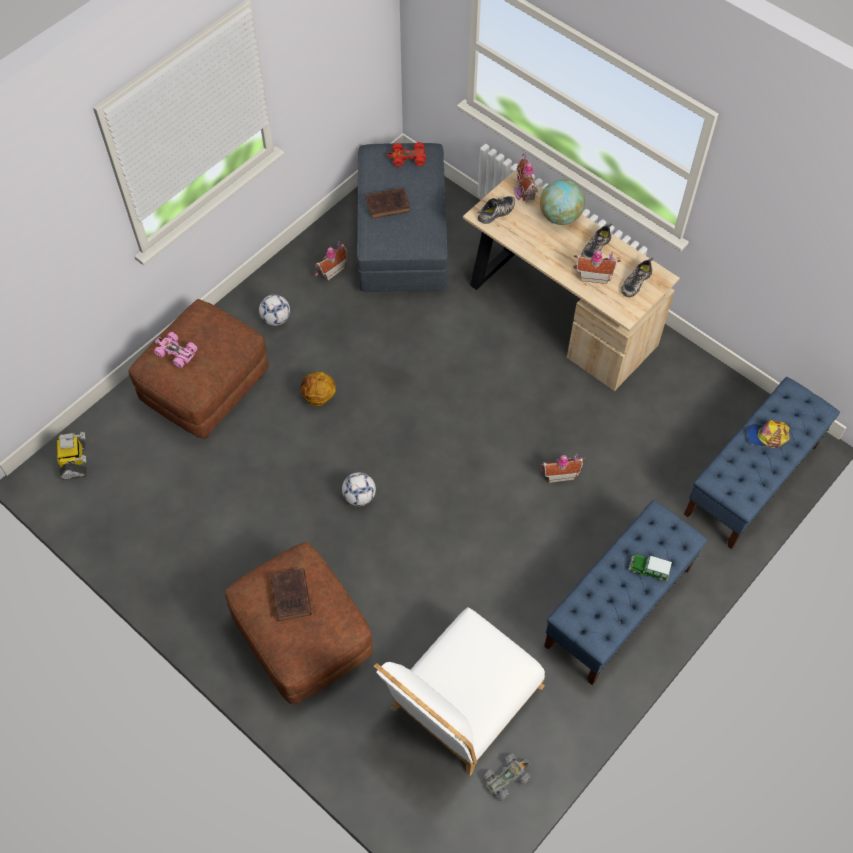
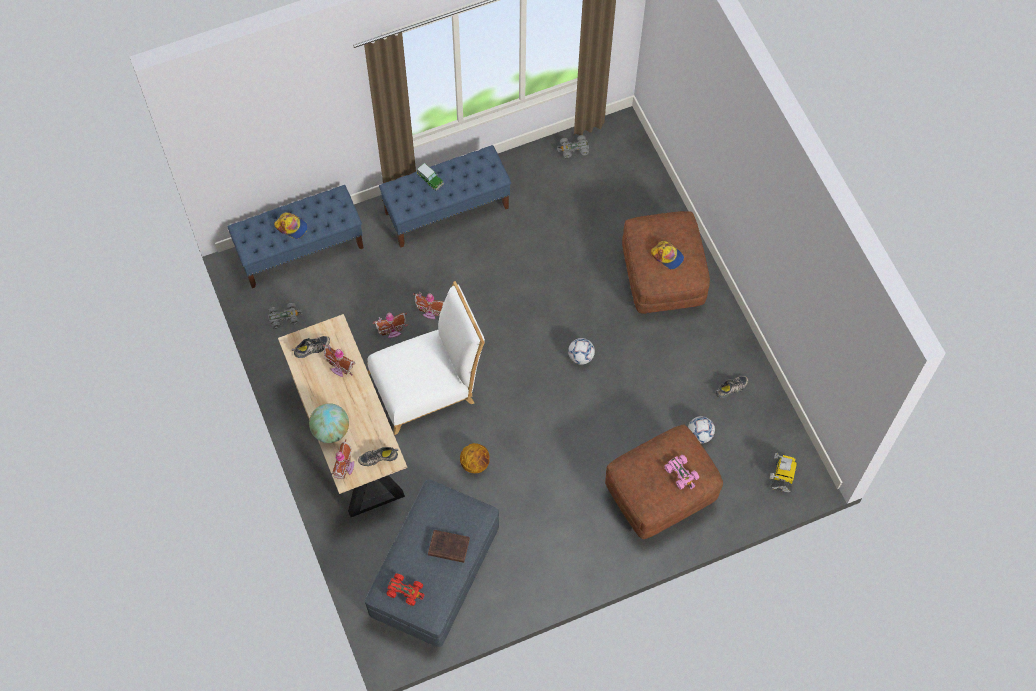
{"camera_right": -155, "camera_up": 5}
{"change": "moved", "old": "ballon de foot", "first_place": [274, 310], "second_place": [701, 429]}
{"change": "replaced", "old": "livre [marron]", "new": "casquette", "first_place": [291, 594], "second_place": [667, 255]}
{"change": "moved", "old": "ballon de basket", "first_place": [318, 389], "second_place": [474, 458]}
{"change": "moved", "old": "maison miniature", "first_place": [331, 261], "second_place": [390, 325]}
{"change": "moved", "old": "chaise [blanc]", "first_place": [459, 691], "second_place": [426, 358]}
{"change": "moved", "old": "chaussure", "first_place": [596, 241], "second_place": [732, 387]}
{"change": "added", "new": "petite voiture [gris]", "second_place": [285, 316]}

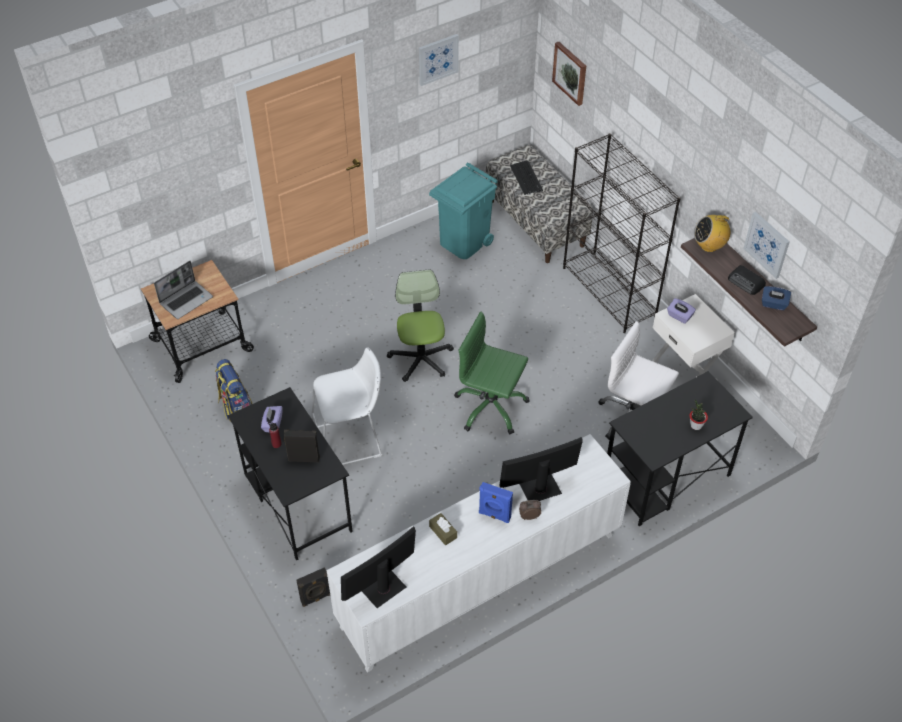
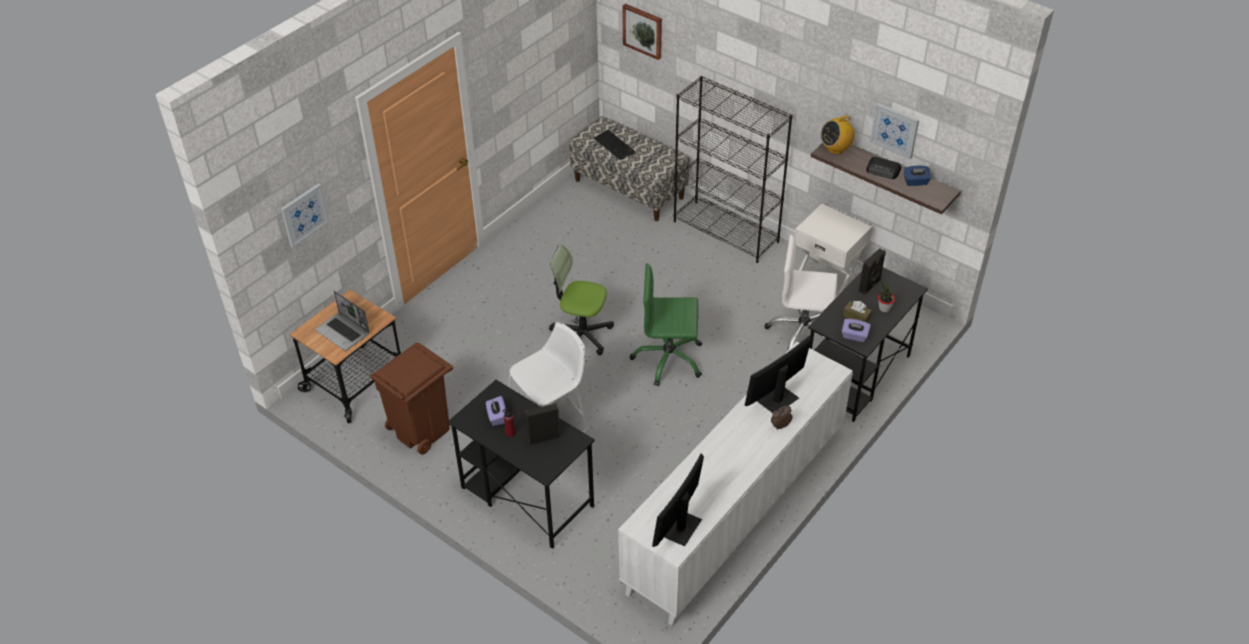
{"camera_right": -20, "camera_up": -5}
{"change": "turned", "old": "ordinateur portable", "first_place": [183, 290], "second_place": [342, 321], "degrees": 105}
{"change": "replaced", "old": "sac à dos", "new": "poubelle [marron]", "first_place": [233, 390], "second_place": [411, 399]}
{"change": "moved", "old": "enceinte [noir]", "first_place": [313, 587], "second_place": [872, 271]}
{"change": "turned", "old": "chaise de bureau", "first_place": [420, 326], "second_place": [581, 299], "degrees": -45}
{"change": "moved", "old": "tableau", "first_place": [439, 60], "second_place": [305, 215]}
{"change": "removed", "old": "poubelle [turquoise]", "first_place": [463, 211]}
{"change": "moved", "old": "boîte à mouchoirs [marron]", "first_place": [443, 529], "second_place": [857, 311]}
{"change": "removed", "old": "enceinte [bleu]", "first_place": [496, 502]}
{"change": "moved", "old": "boîte à mouchoirs [violet]", "first_place": [681, 311], "second_place": [856, 330]}

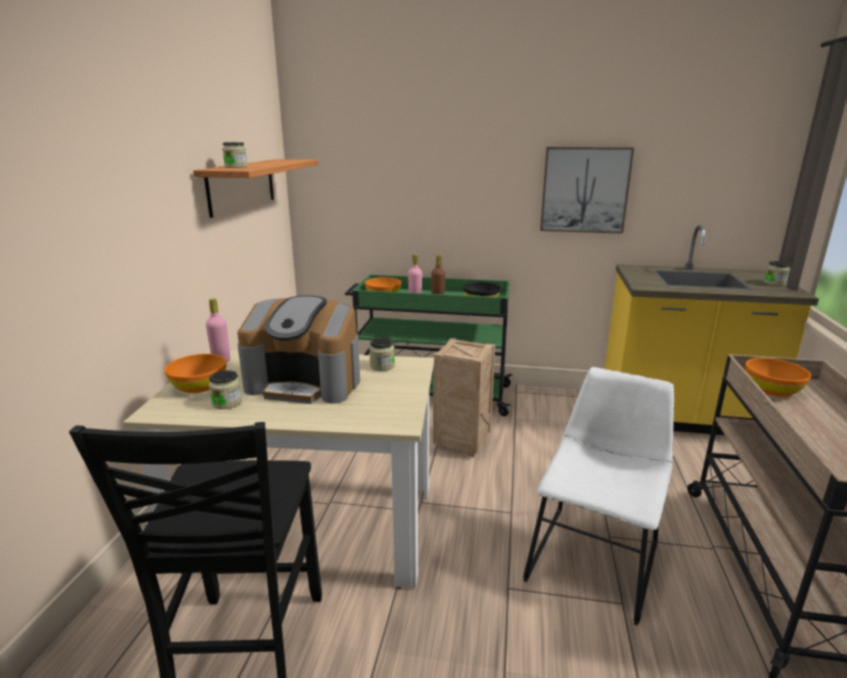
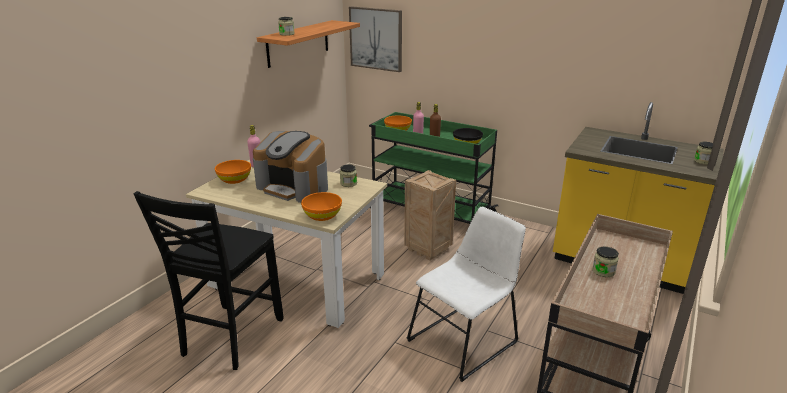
{"camera_right": 20, "camera_up": 5}
{"change": "moved", "old": "bocal", "first_place": [225, 389], "second_place": [605, 262]}
{"change": "moved", "old": "tableau", "first_place": [587, 190], "second_place": [375, 39]}
{"change": "moved", "old": "bol [orange]", "first_place": [778, 377], "second_place": [321, 206]}

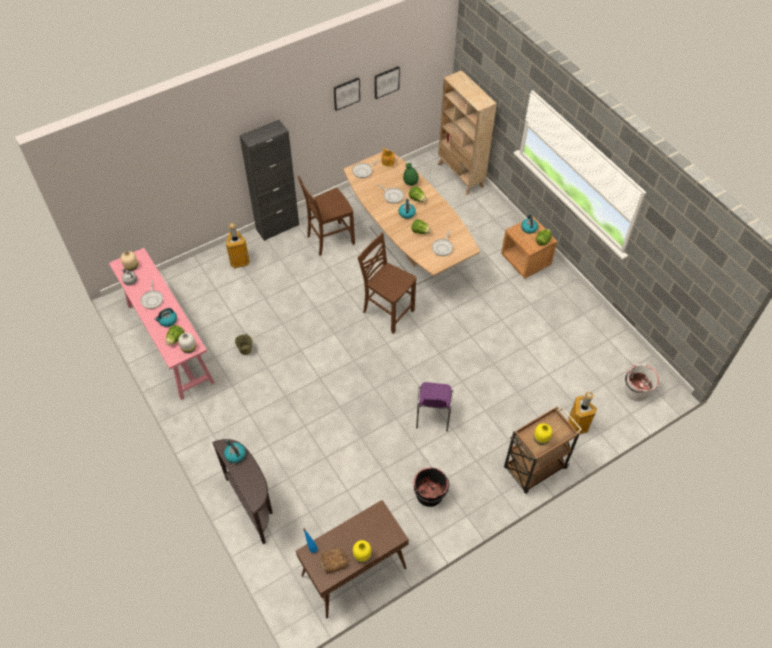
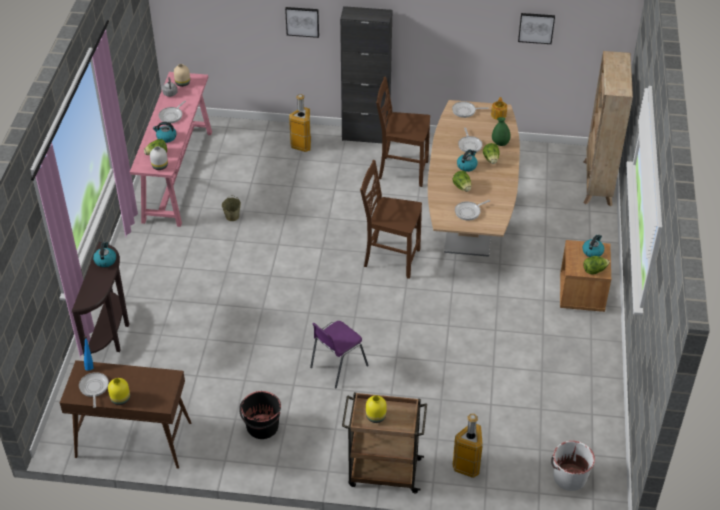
{"camera_right": 40, "camera_up": -10}
{"change": "replaced", "old": "pain", "new": "poêle", "first_place": [335, 560], "second_place": [94, 390]}
{"change": "moved", "old": "tableau", "first_place": [347, 94], "second_place": [302, 22]}
{"change": "turned", "old": "chaise [marron]", "first_place": [387, 283], "second_place": [391, 219], "degrees": -60}

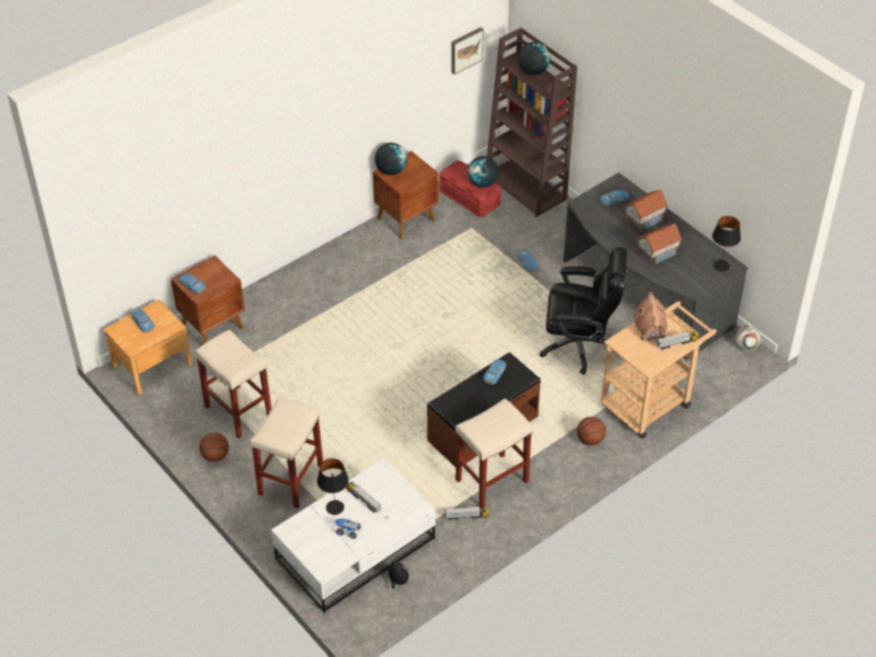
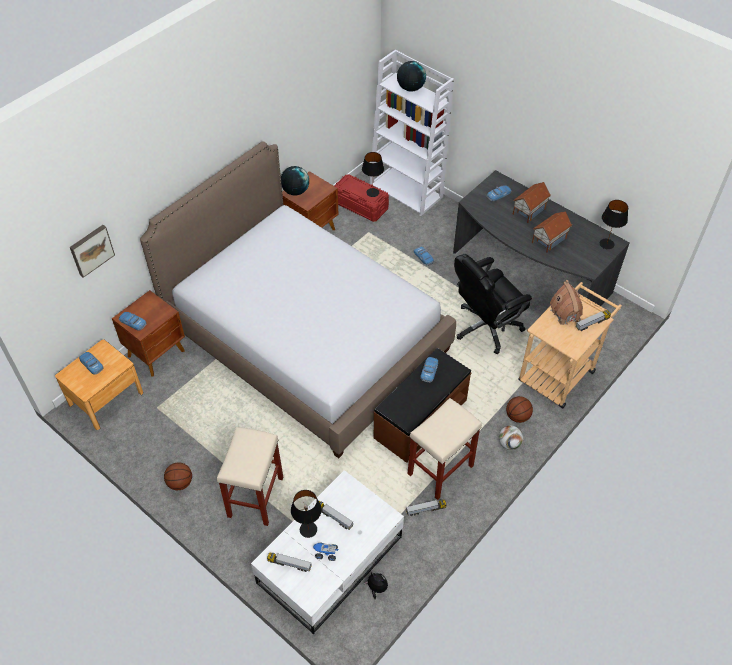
{"camera_right": -10, "camera_up": 5}
{"change": "removed", "old": "tabouret [beige]", "first_place": [233, 384]}
{"change": "moved", "old": "tableau", "first_place": [467, 51], "second_place": [92, 251]}
{"change": "replaced", "old": "globe", "new": "lampe de table [noir]", "first_place": [483, 172], "second_place": [373, 174]}
{"change": "recoloured", "old": "bibliothèque [marron]", "new": "bibliothèque [blanc]", "first_place": [532, 122], "second_place": [412, 133]}
{"change": "turned", "old": "chaise de bureau [noir]", "first_place": [583, 311], "second_place": [493, 304], "degrees": 150}
{"change": "moved", "old": "ballon de foot", "first_place": [748, 338], "second_place": [511, 437]}
{"change": "added", "new": "lit", "second_place": [298, 300]}
{"change": "added", "new": "camion jouet", "second_place": [289, 562]}

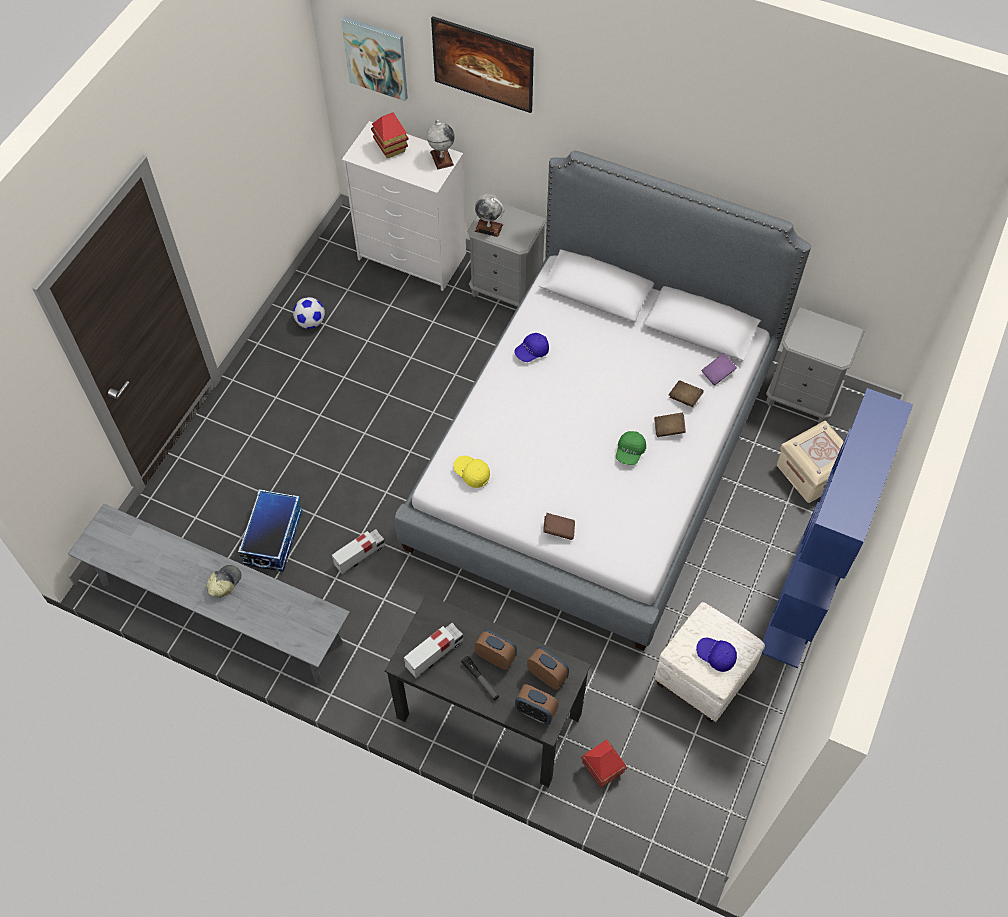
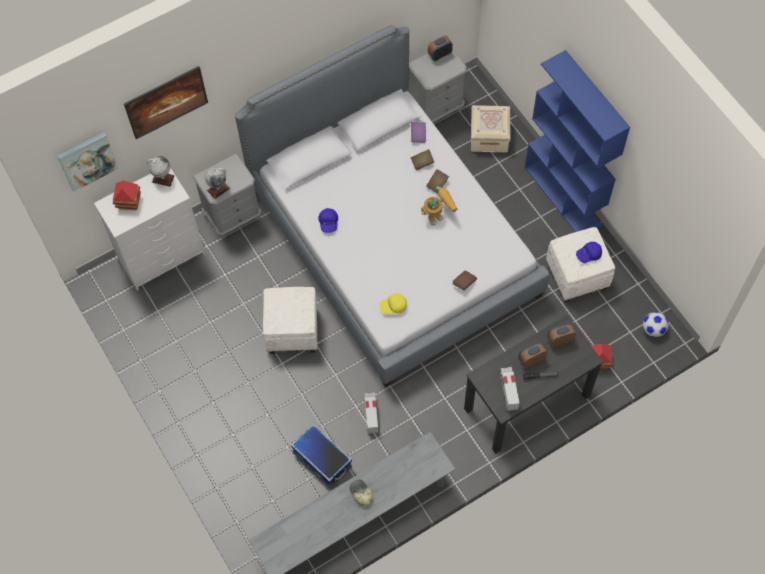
{"camera_right": -55, "camera_up": 5}
{"change": "moved", "old": "ballon de foot", "first_place": [309, 313], "second_place": [656, 324]}
{"change": "moved", "old": "réveil", "first_place": [536, 704], "second_place": [440, 48]}
{"change": "replaced", "old": "casquette [vert]", "new": "robot jouet", "first_place": [631, 448], "second_place": [439, 205]}
{"change": "added", "new": "pouf [blanc]", "second_place": [290, 320]}

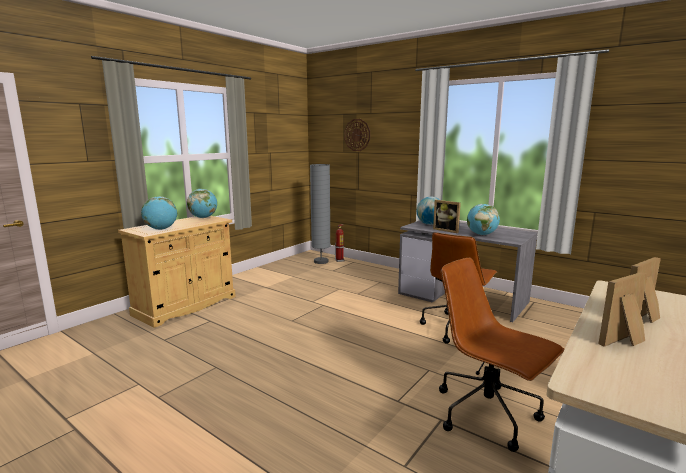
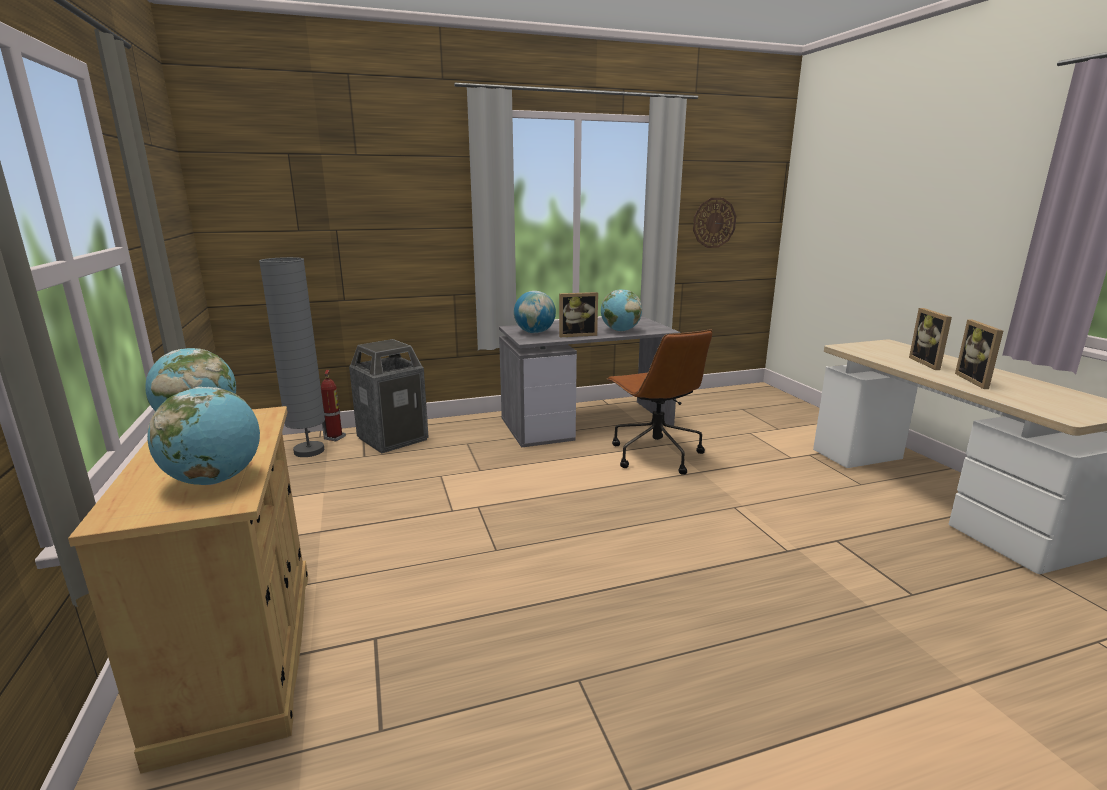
{"camera_right": -55, "camera_up": 5}
{"change": "moved", "old": "horloge murale", "first_place": [357, 135], "second_place": [714, 223]}
{"change": "removed", "old": "chaise de bureau [marron]", "first_place": [501, 355]}
{"change": "added", "new": "poubelle", "second_place": [389, 396]}

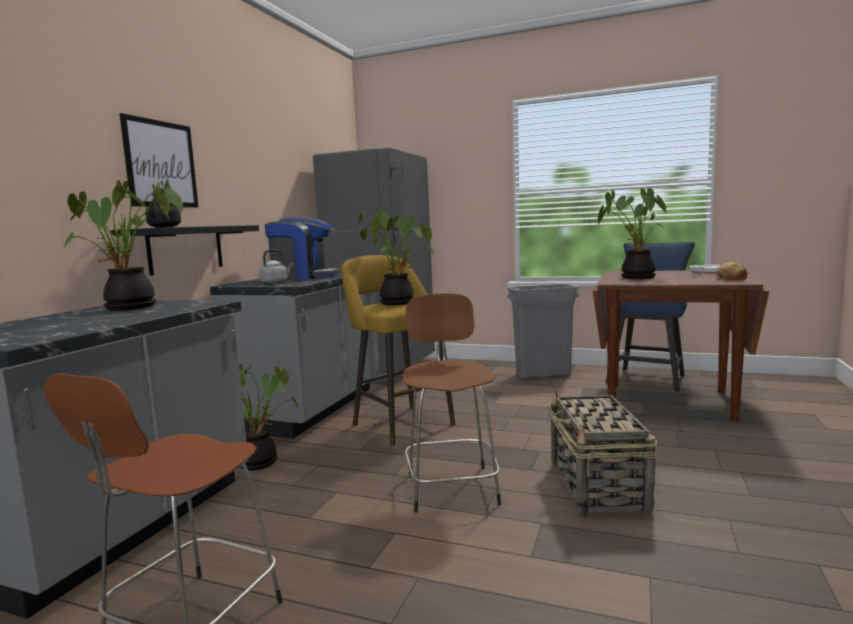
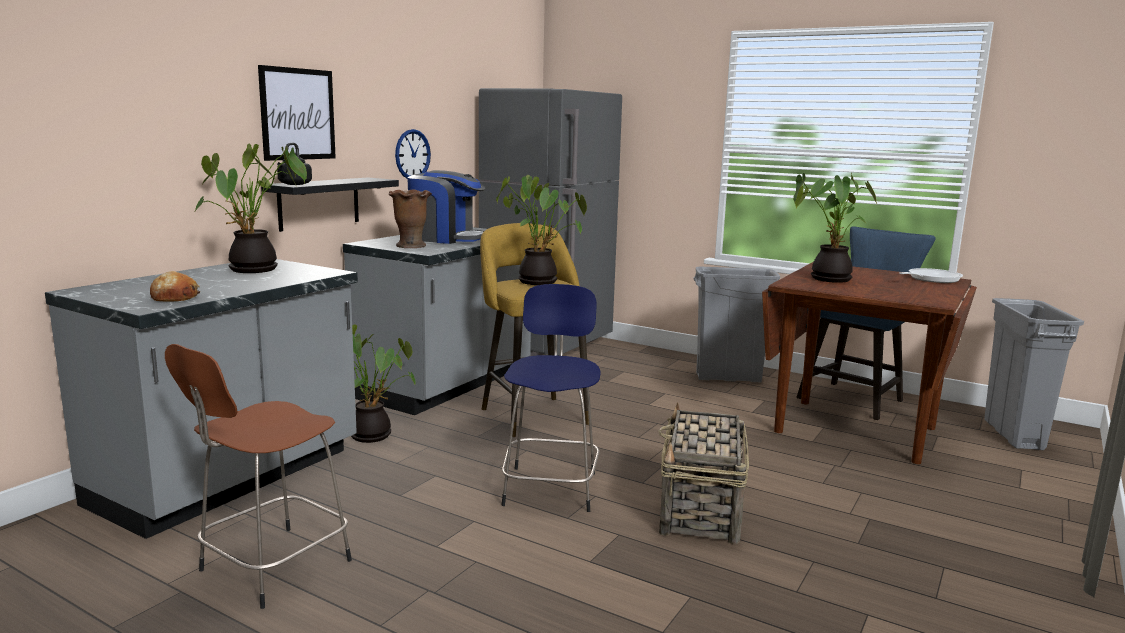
{"camera_right": 10, "camera_up": 5}
{"change": "replaced", "old": "bouilloire [gris]", "new": "vase [marron]", "first_place": [276, 267], "second_place": [410, 218]}
{"change": "recoloured", "old": "tabouret [marron]", "new": "tabouret [bleu]", "first_place": [452, 403], "second_place": [551, 398]}
{"change": "moved", "old": "pain", "first_place": [732, 271], "second_place": [175, 286]}
{"change": "added", "new": "horloge murale", "second_place": [413, 153]}
{"change": "added", "new": "poubelle [gris]", "second_place": [1034, 374]}

